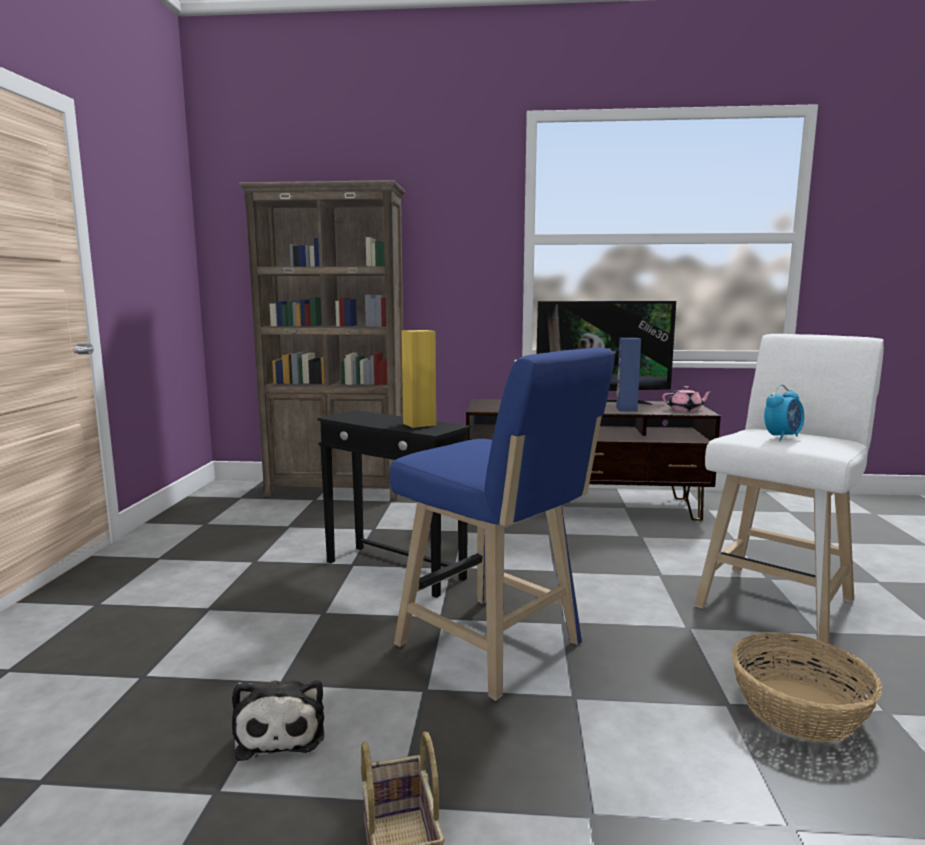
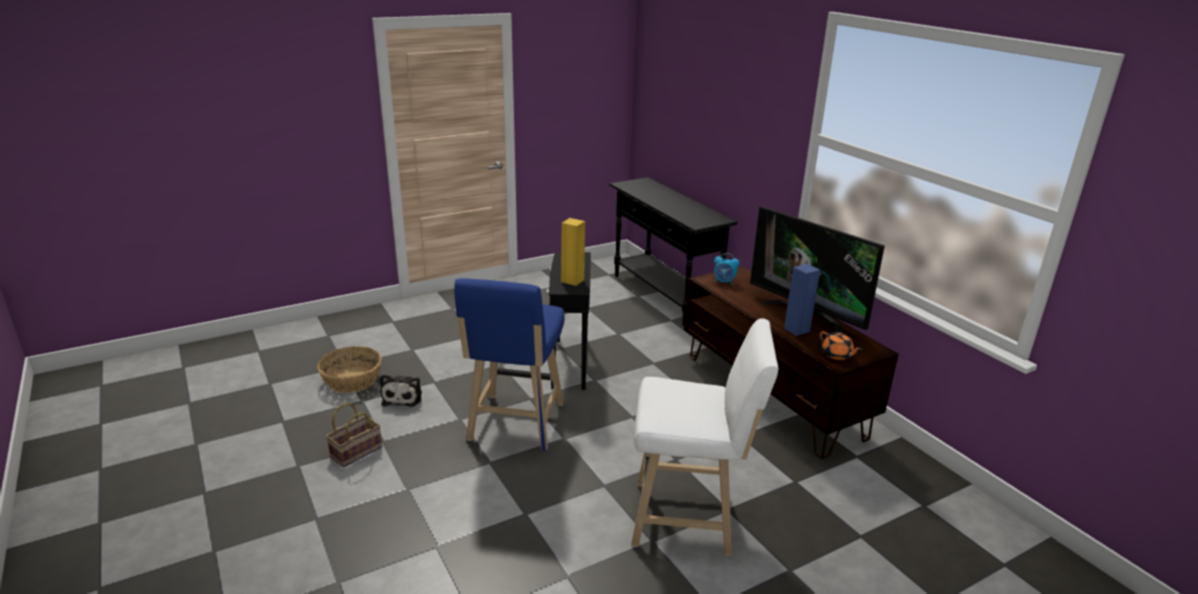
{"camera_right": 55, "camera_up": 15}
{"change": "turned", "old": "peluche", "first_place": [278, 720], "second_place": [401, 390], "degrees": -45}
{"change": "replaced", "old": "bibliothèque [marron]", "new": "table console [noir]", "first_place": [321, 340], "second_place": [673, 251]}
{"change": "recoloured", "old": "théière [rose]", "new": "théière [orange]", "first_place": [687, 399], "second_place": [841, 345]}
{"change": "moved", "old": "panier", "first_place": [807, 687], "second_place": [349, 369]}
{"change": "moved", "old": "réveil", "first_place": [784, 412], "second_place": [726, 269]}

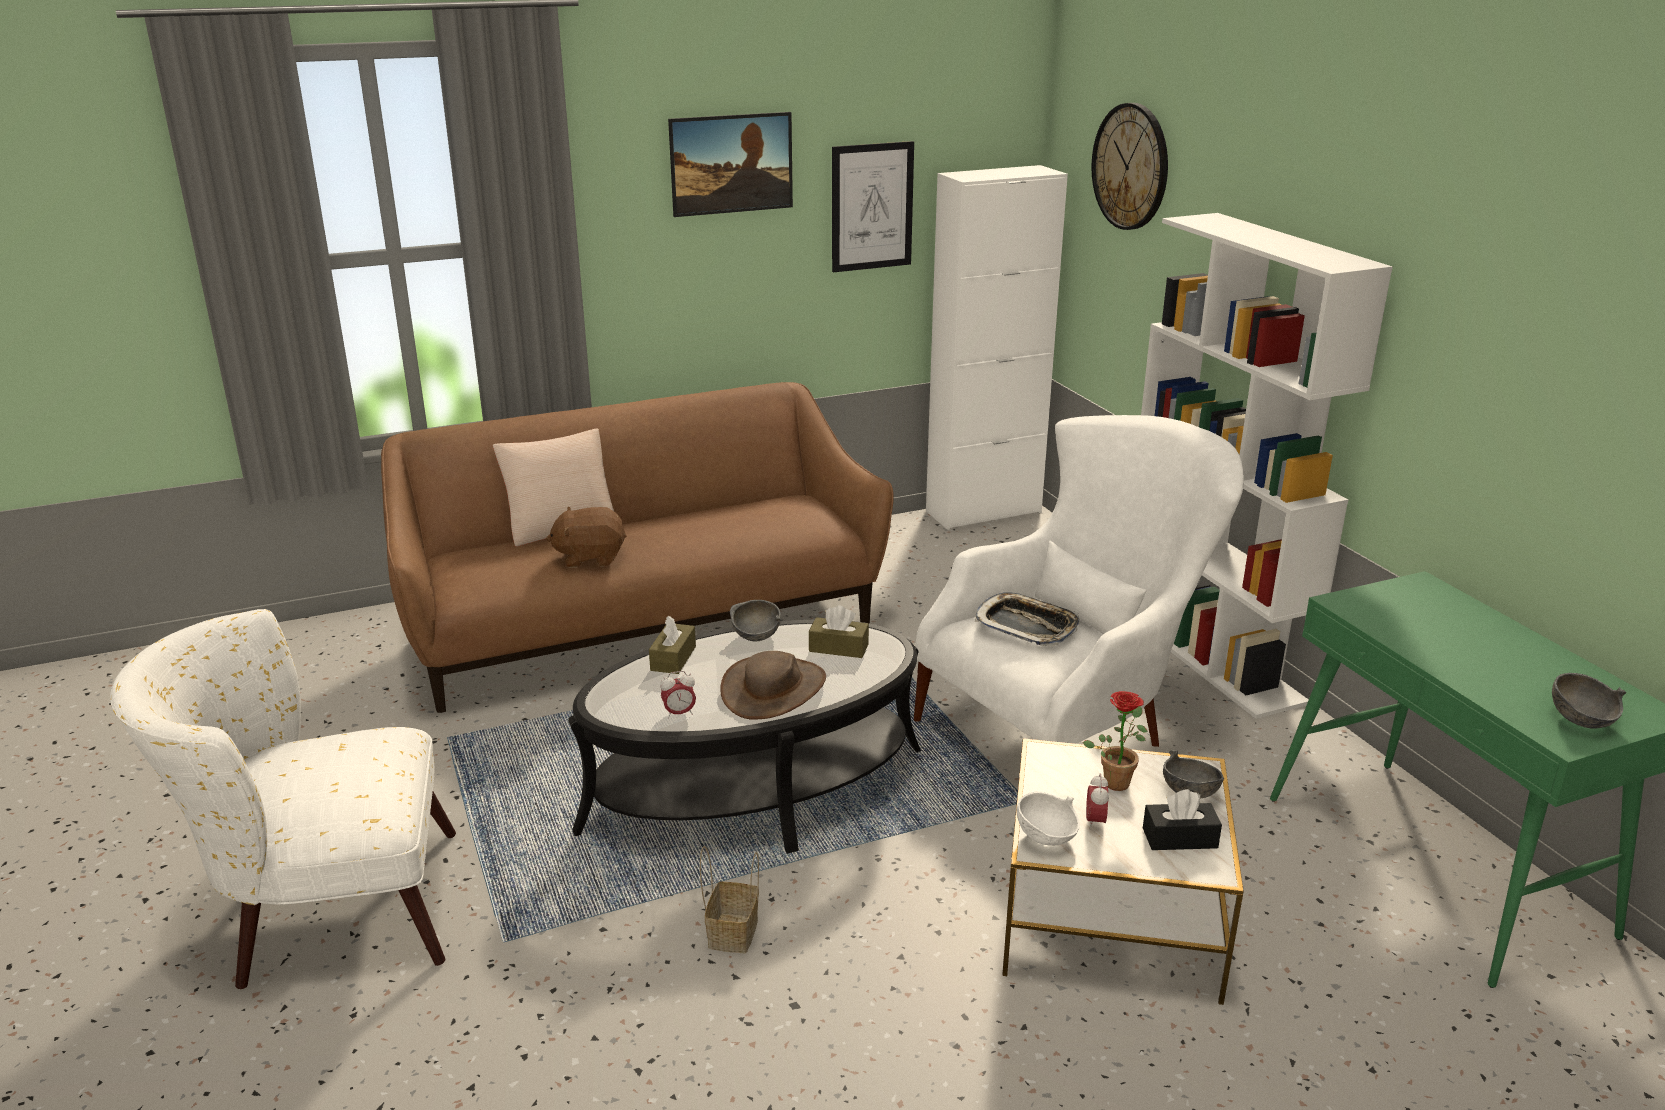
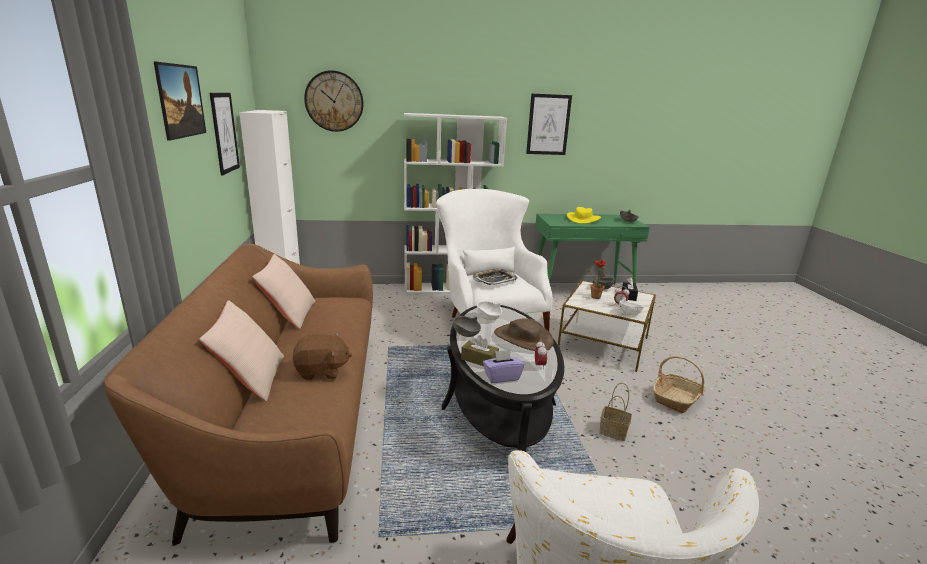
{"camera_right": -75, "camera_up": -5}
{"change": "turned", "old": "peluche [marron]", "first_place": [586, 537], "second_place": [322, 356], "degrees": -105}
{"change": "replaced", "old": "boîte à mouchoirs [marron]", "new": "bol [blanc]", "first_place": [839, 631], "second_place": [489, 311]}
{"change": "added", "new": "coussin [beige]", "second_place": [283, 291]}
{"change": "added", "new": "boîte à mouchoirs [violet]", "second_place": [503, 366]}
{"change": "added", "new": "tableau", "second_place": [549, 124]}
{"change": "added", "new": "chapeau [jaune]", "second_place": [584, 215]}
{"change": "added", "new": "panier", "second_place": [679, 384]}

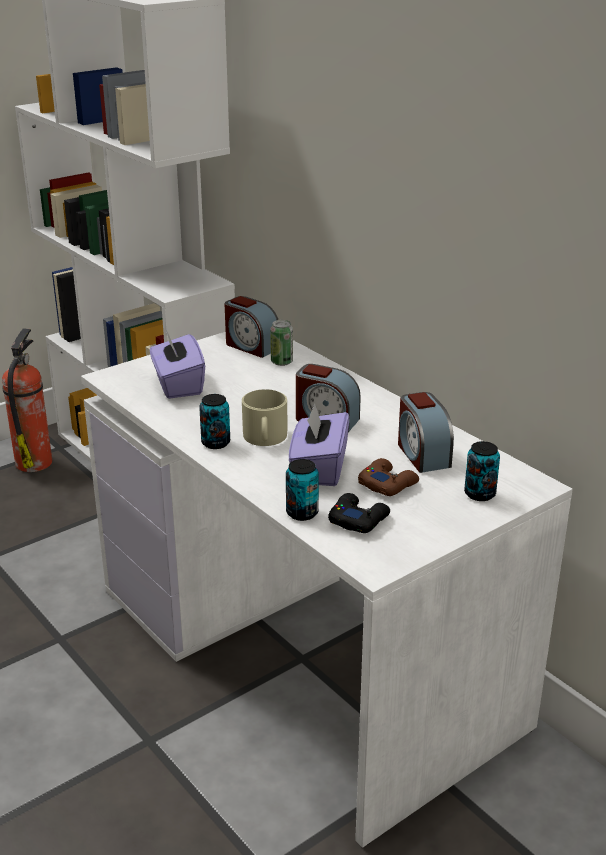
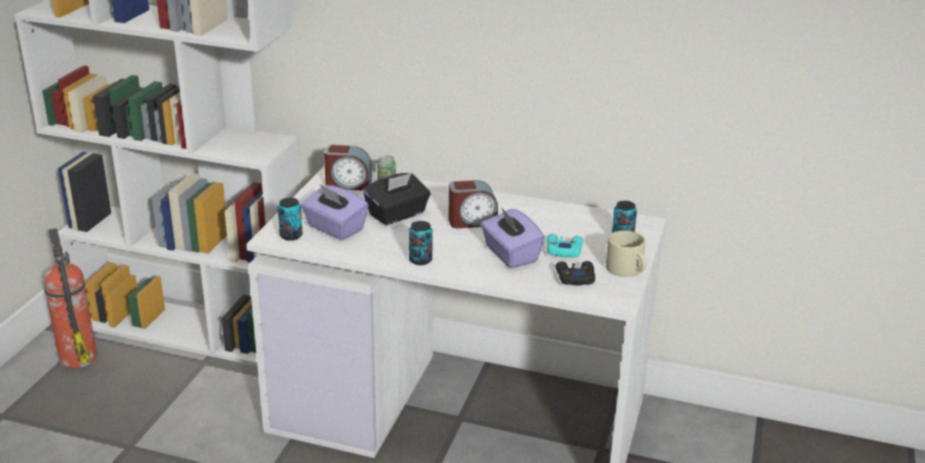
{"camera_right": -35, "camera_up": 0}
{"change": "moved", "old": "mug [beige]", "first_place": [264, 417], "second_place": [626, 253]}
{"change": "moved", "old": "boîte métallique", "first_place": [302, 490], "second_place": [290, 219]}
{"change": "recoloured", "old": "manette [marron]", "new": "manette [turquoise]", "first_place": [388, 477], "second_place": [565, 245]}
{"change": "removed", "old": "réveil", "first_place": [426, 432]}
{"change": "added", "new": "boîte à mouchoirs [noir]", "second_place": [397, 199]}

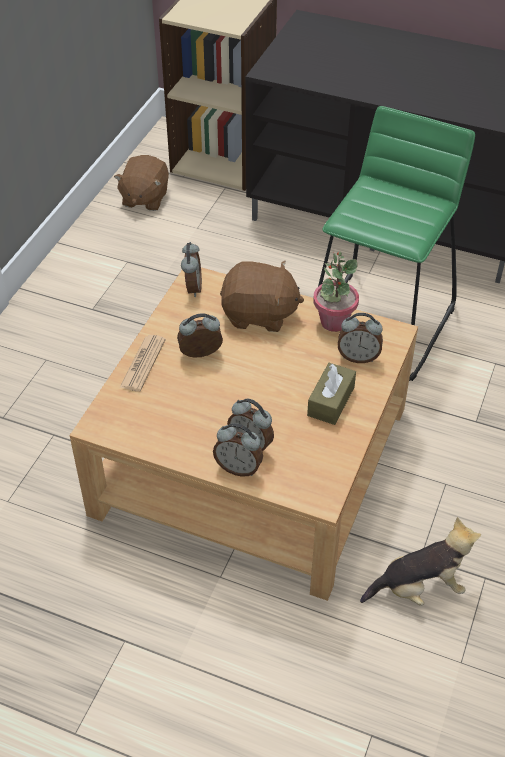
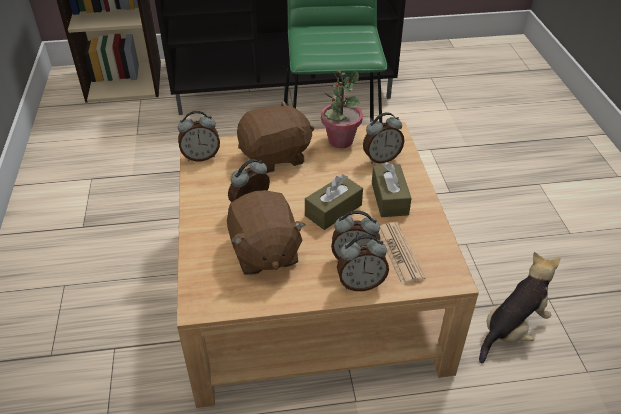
{"camera_right": -30, "camera_up": -5}
{"change": "moved", "old": "peluche [marron]", "first_place": [141, 183], "second_place": [266, 232]}
{"change": "moved", "old": "journal", "first_place": [143, 363], "second_place": [402, 253]}
{"change": "turned", "old": "réveil", "first_place": [191, 269], "second_place": [199, 136], "degrees": 105}
{"change": "added", "new": "boîte à mouchoirs [marron]", "second_place": [334, 202]}

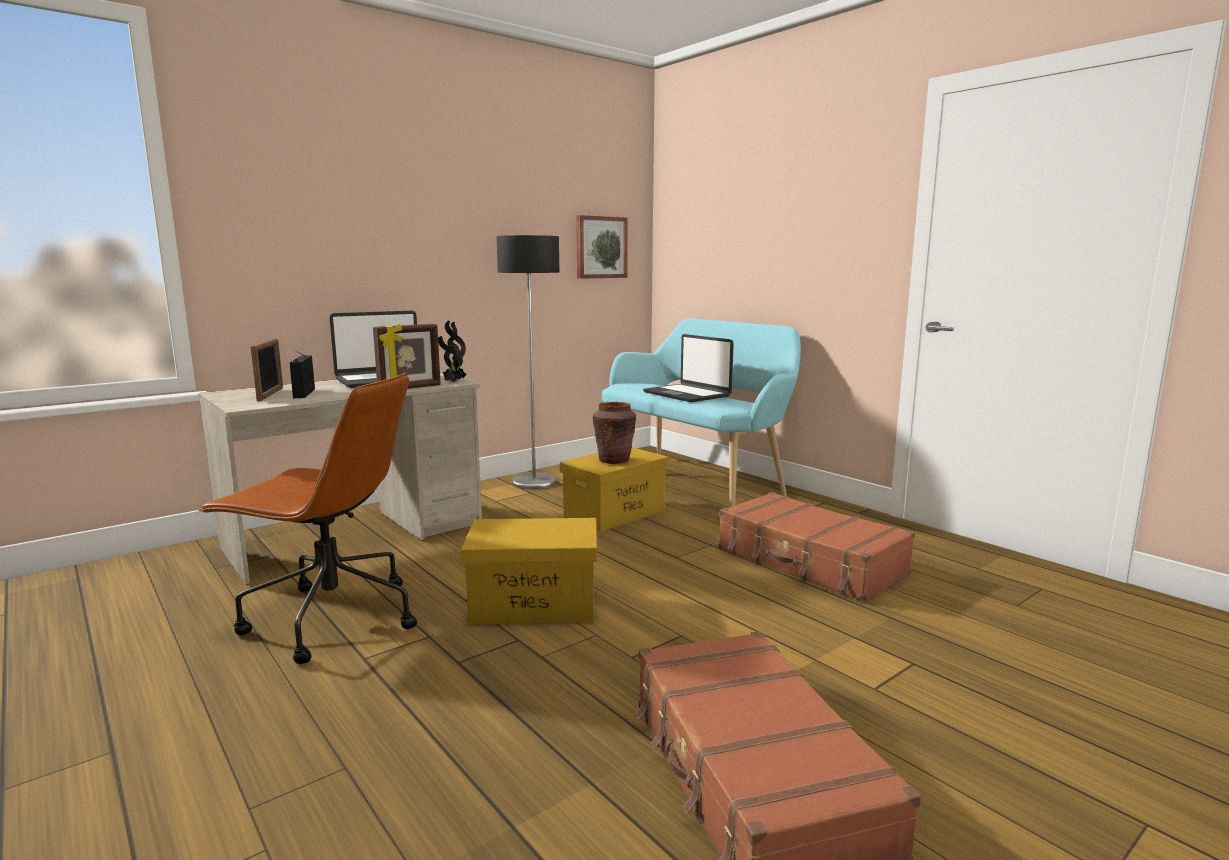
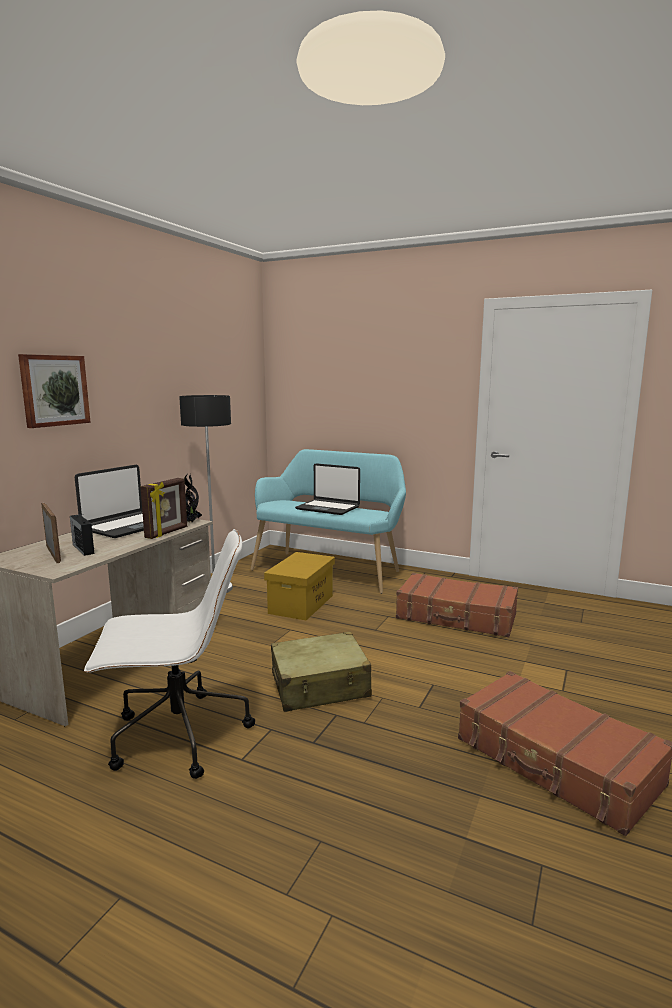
{"camera_right": -25, "camera_up": 0}
{"change": "recoloured", "old": "chaise de bureau [marron]", "new": "chaise de bureau [blanc]", "first_place": [307, 518], "second_place": [169, 654]}
{"change": "replaced", "old": "boîte de rangement [jaune]", "new": "valise [beige]", "first_place": [529, 571], "second_place": [321, 672]}
{"change": "moved", "old": "tableau", "first_place": [602, 247], "second_place": [54, 391]}
{"change": "removed", "old": "vase [marron]", "first_place": [614, 433]}

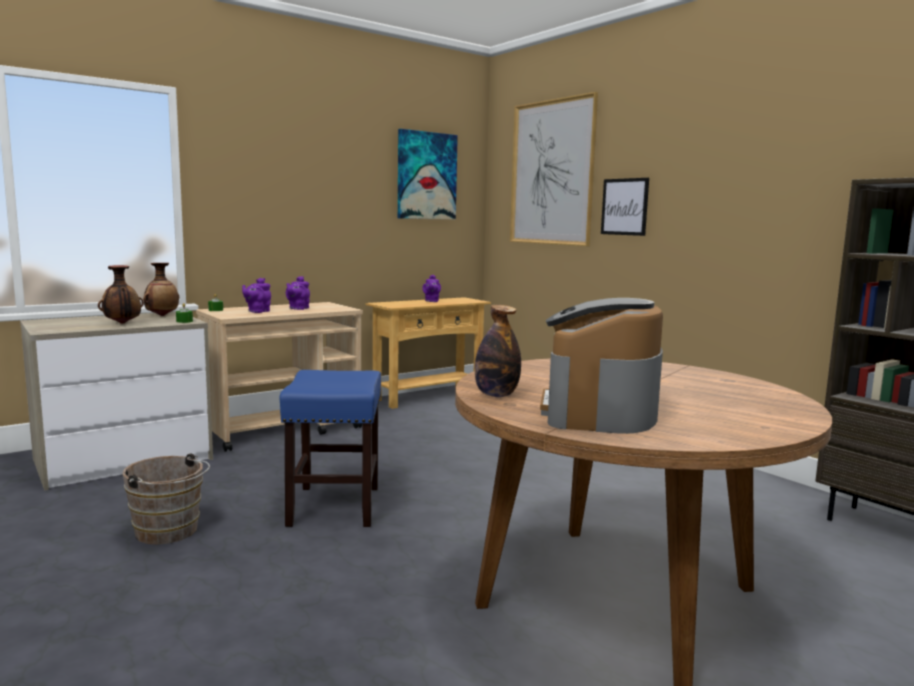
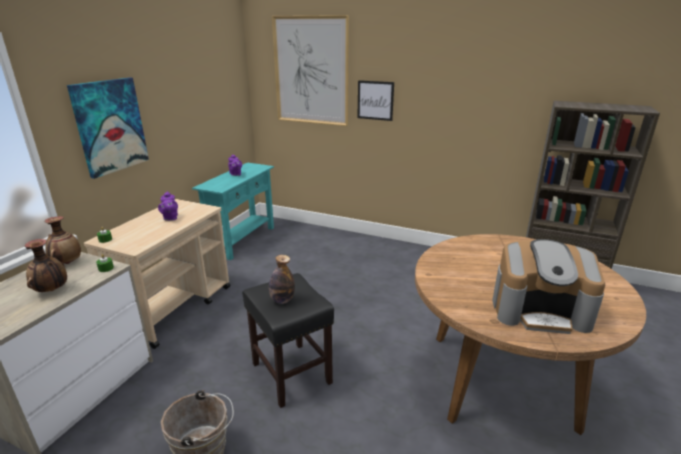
{"camera_right": -30, "camera_up": 15}
{"change": "removed", "old": "théière [violet]", "first_place": [256, 295]}
{"change": "recoloured", "old": "tabouret [bleu]", "new": "tabouret [noir]", "first_place": [330, 448], "second_place": [288, 340]}
{"change": "recoloured", "old": "table console [beige]", "new": "table console [turquoise]", "first_place": [428, 353], "second_place": [233, 211]}
{"change": "moved", "old": "tableau", "first_place": [428, 174], "second_place": [108, 128]}
{"change": "moved", "old": "bouteille", "first_place": [498, 351], "second_place": [282, 279]}
{"change": "turned", "old": "machine à café", "first_place": [601, 366], "second_place": [549, 286], "degrees": -60}

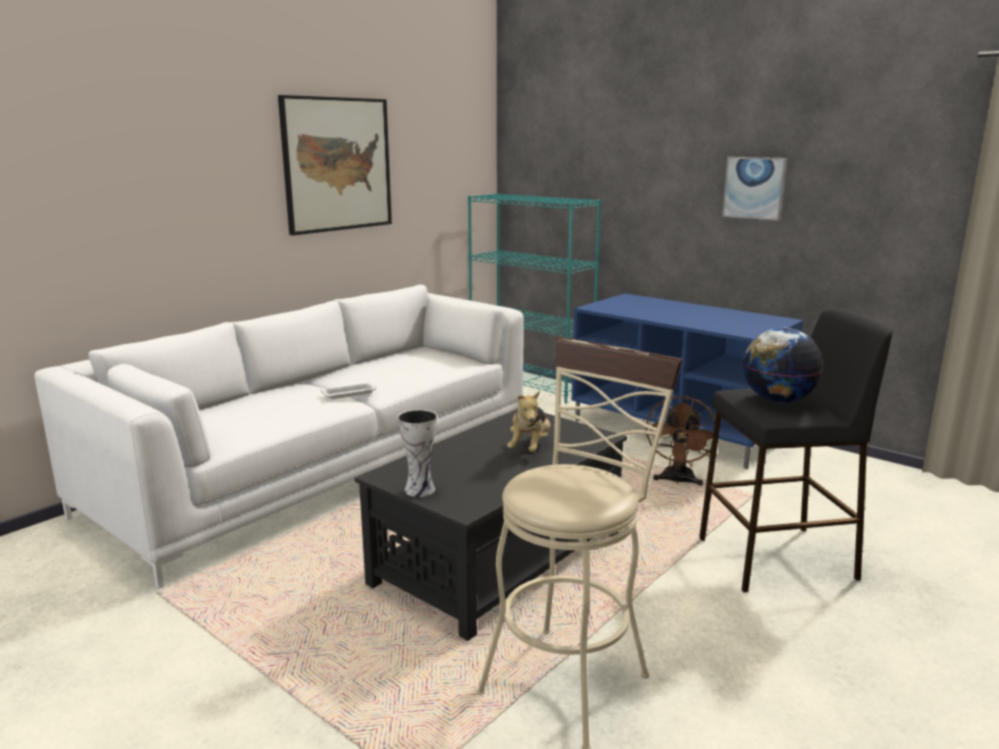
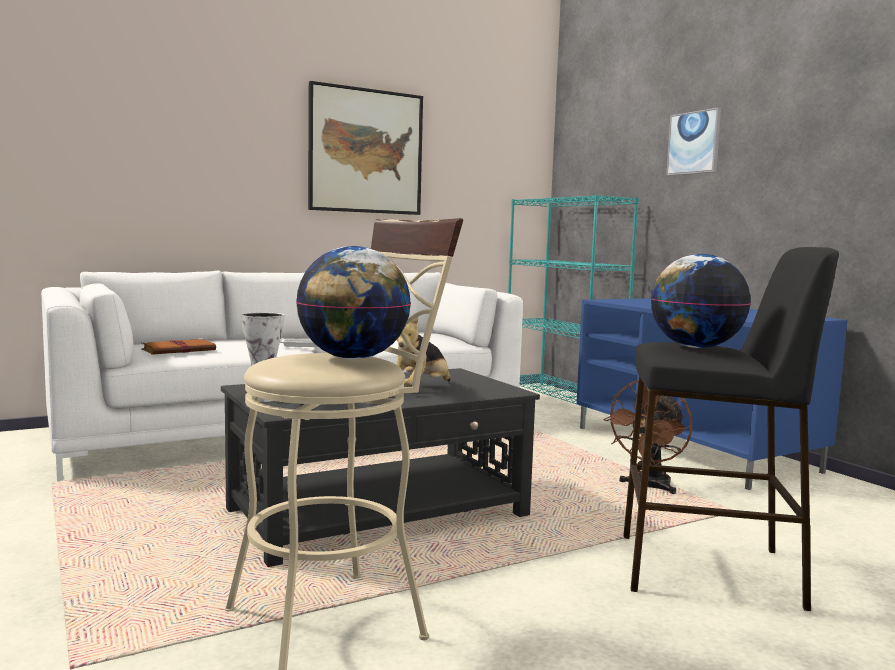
{"camera_right": 20, "camera_up": -10}
{"change": "moved", "old": "tableau", "first_place": [754, 189], "second_place": [693, 141]}
{"change": "added", "new": "livre [marron]", "second_place": [178, 346]}
{"change": "added", "new": "globe", "second_place": [353, 302]}

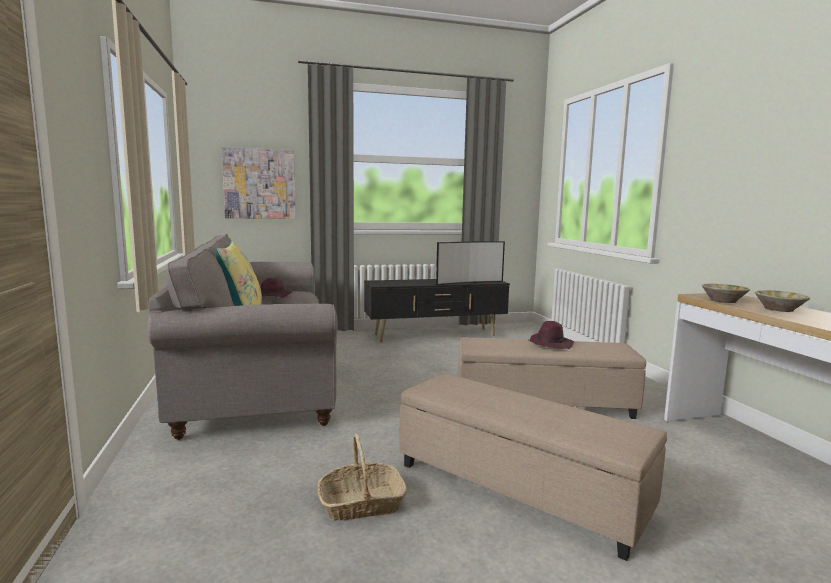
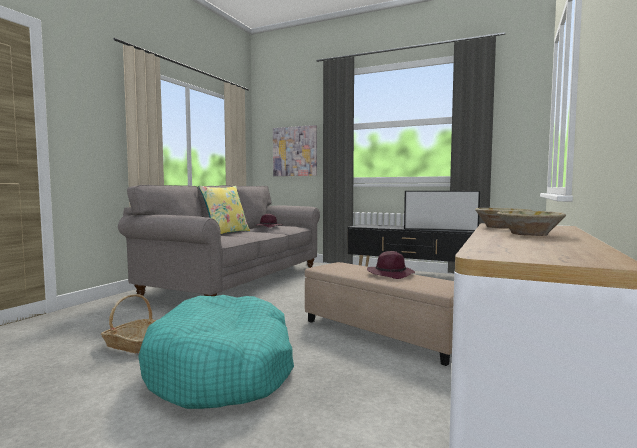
{"camera_right": 40, "camera_up": -5}
{"change": "replaced", "old": "pouf [beige]", "new": "panier pour chien [turquoise]", "first_place": [533, 467], "second_place": [216, 352]}

